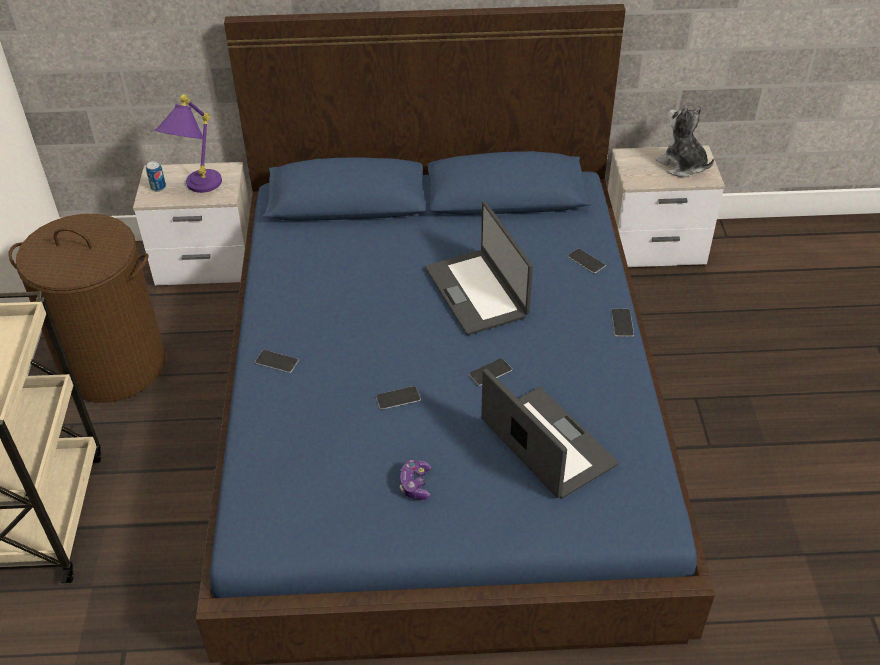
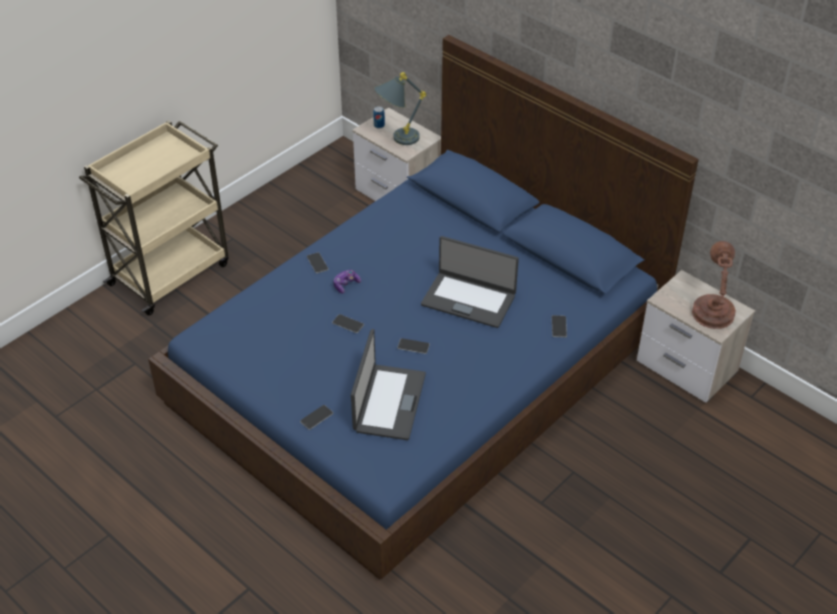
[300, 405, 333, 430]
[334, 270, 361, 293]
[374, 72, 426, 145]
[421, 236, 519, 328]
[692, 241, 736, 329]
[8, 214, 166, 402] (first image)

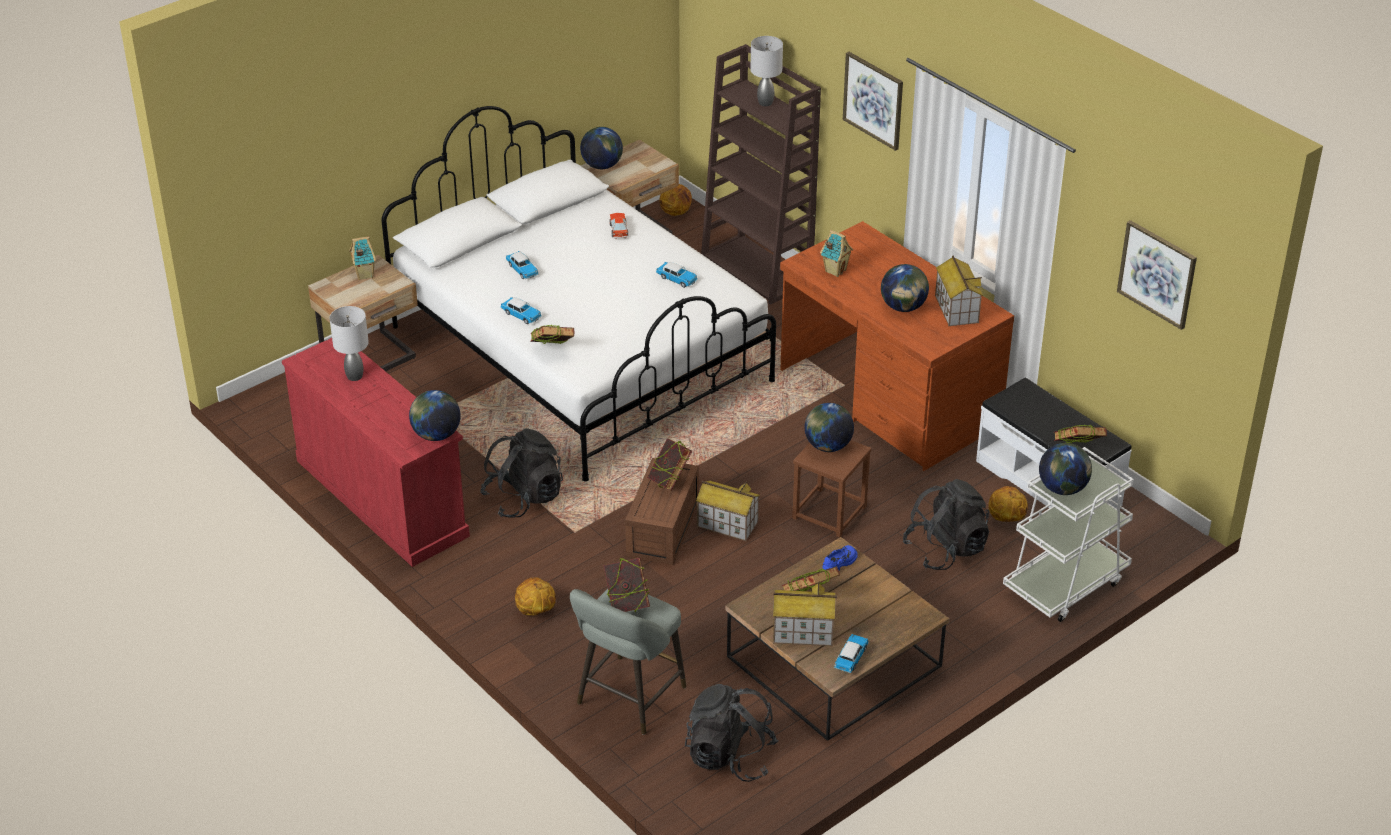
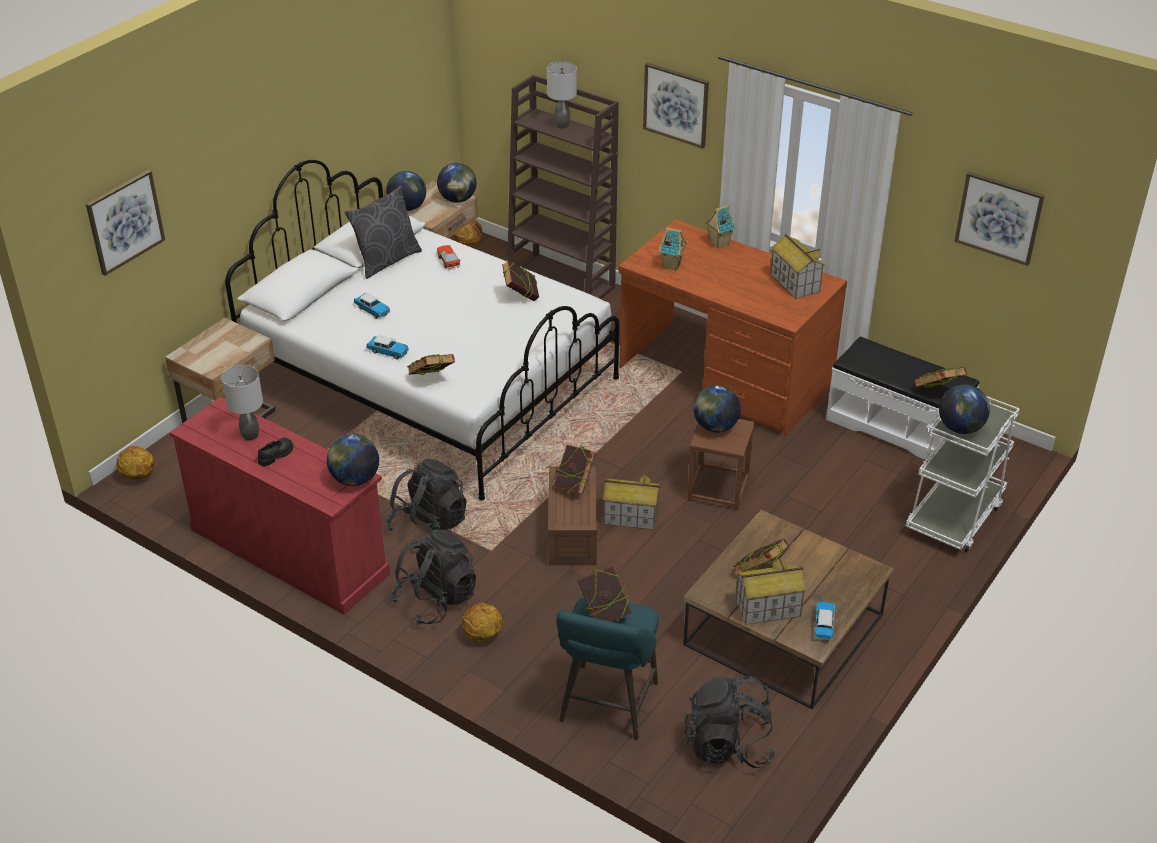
[86, 170, 165, 276]
[116, 446, 154, 480]
[258, 438, 293, 466]
[345, 185, 422, 279]
[392, 529, 476, 624]
[437, 163, 476, 203]
[502, 260, 539, 301]
[556, 595, 659, 740]
[705, 205, 736, 249]
[822, 545, 858, 571] (first image)

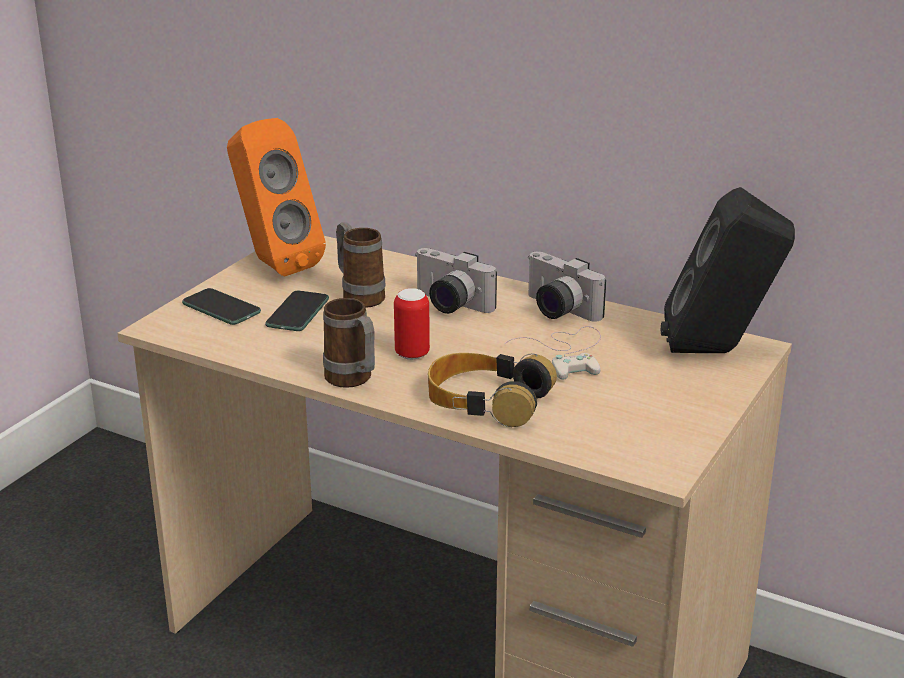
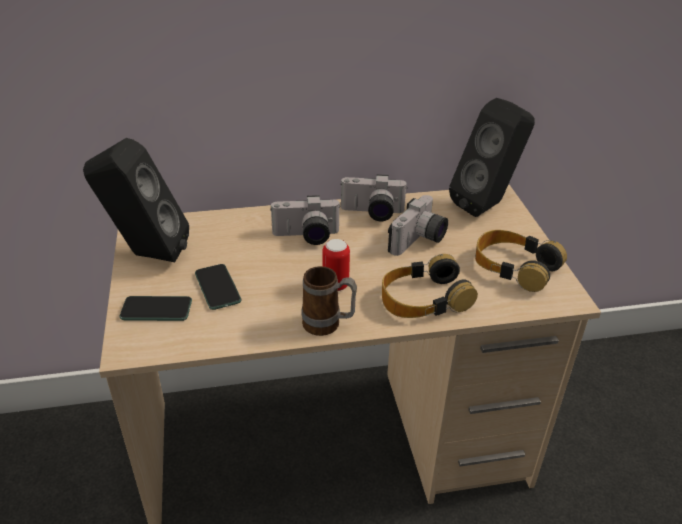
[83, 138, 189, 262]
[388, 195, 448, 256]
[475, 230, 567, 292]
[336, 222, 386, 308] (first image)

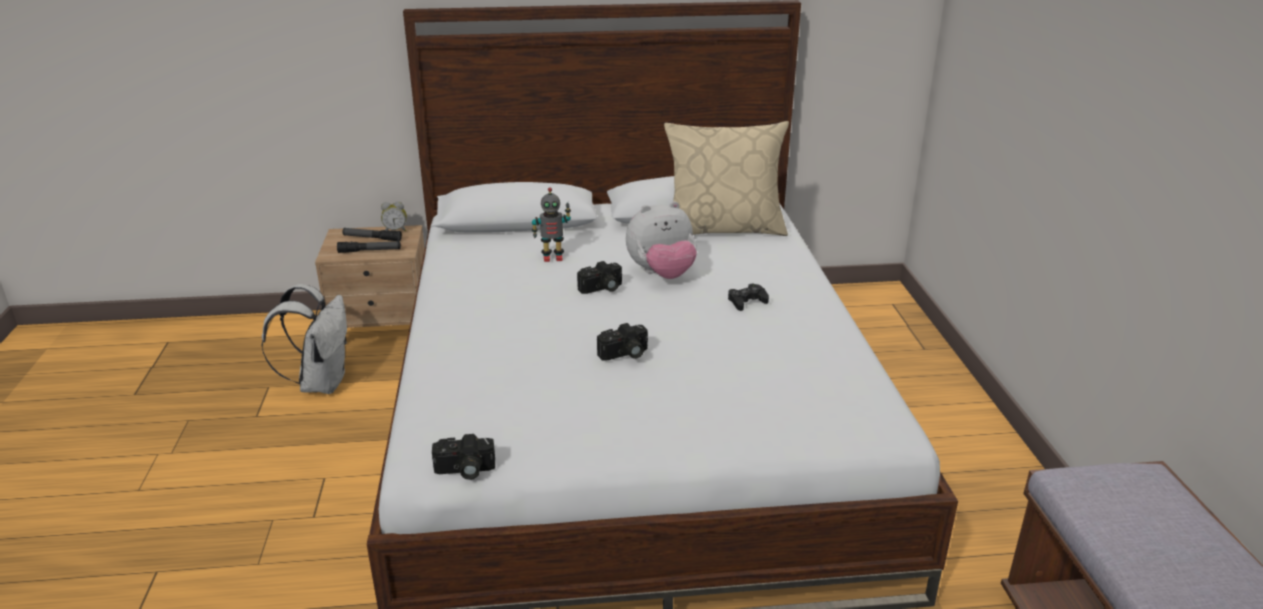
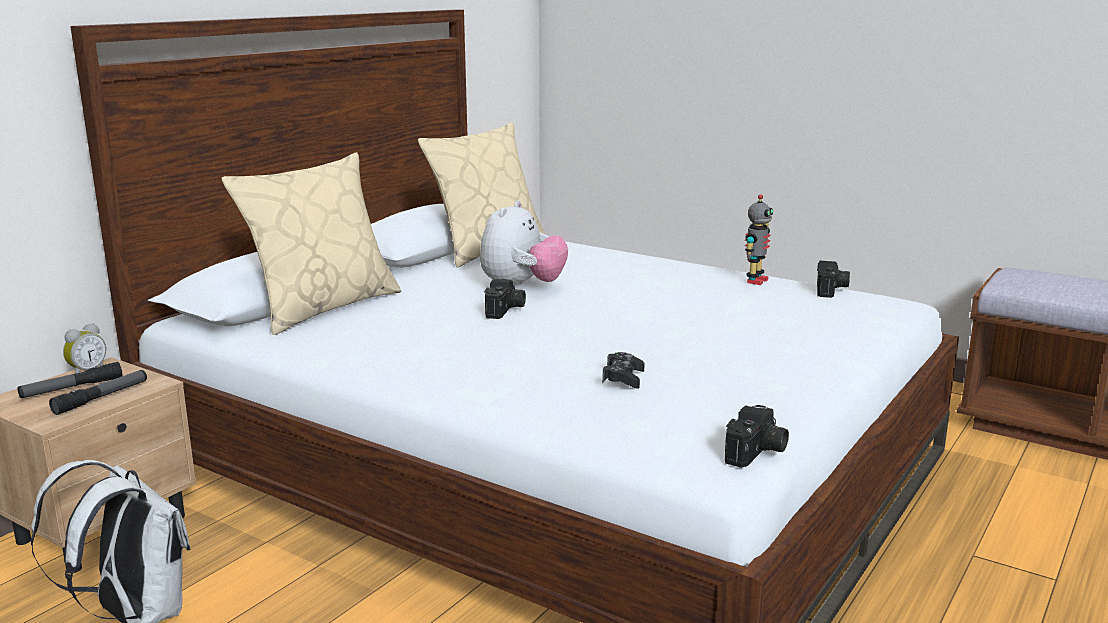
[222, 152, 401, 335]
[602, 352, 645, 389]
[745, 194, 773, 285]
[817, 261, 850, 298]

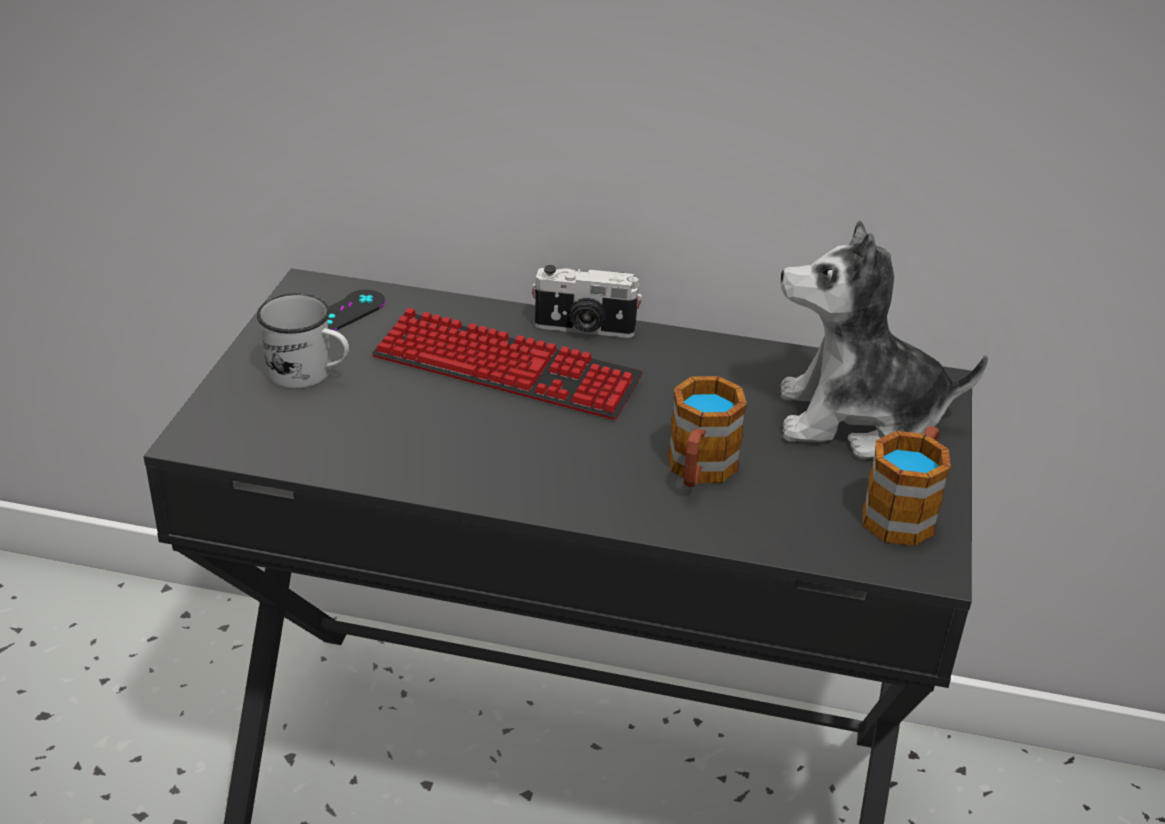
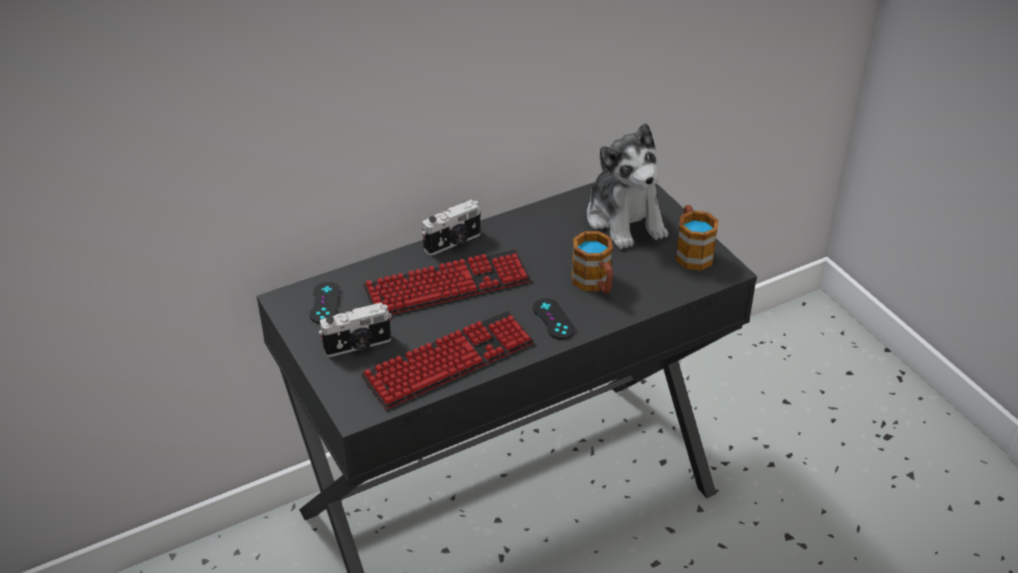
[319, 302, 392, 357]
[361, 311, 534, 409]
[533, 298, 575, 339]
[587, 123, 668, 249]

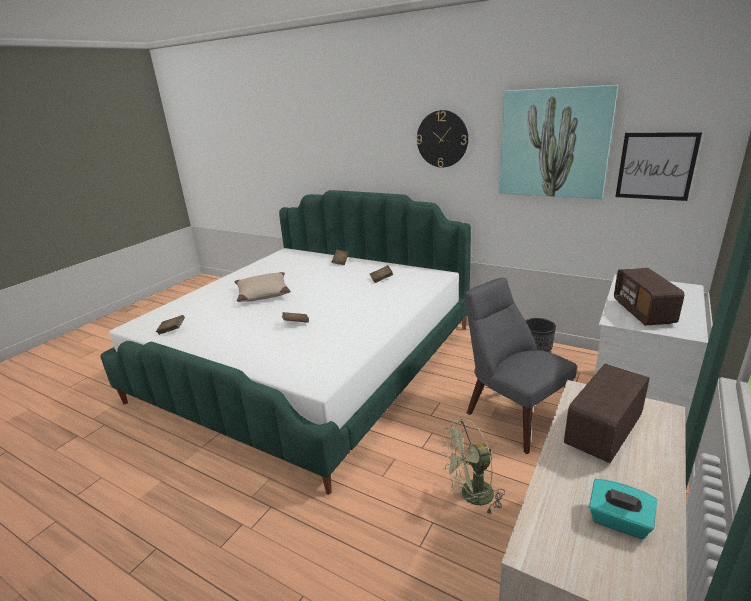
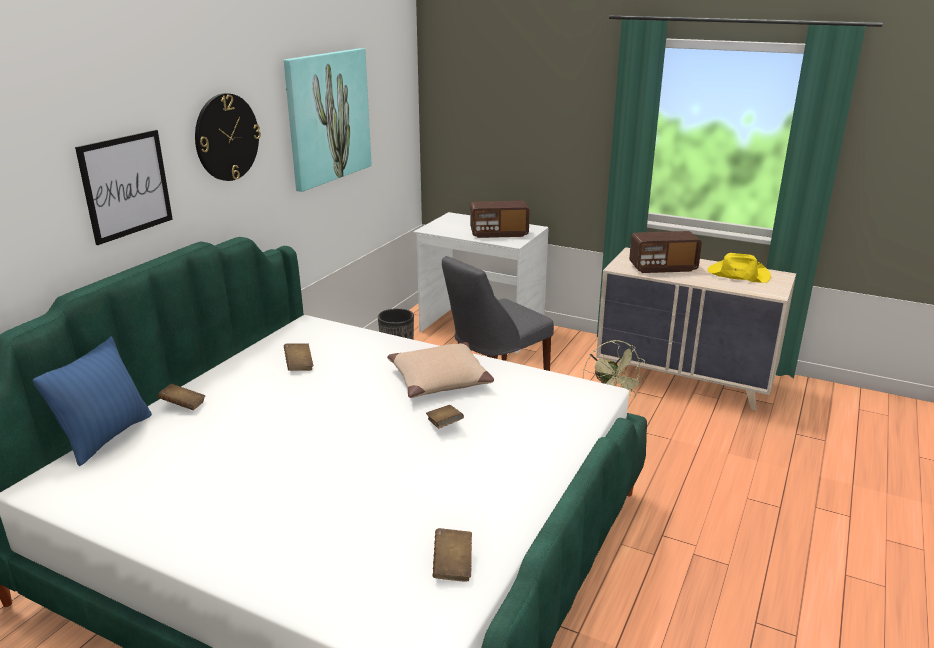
[33, 336, 152, 466]
[75, 130, 173, 245]
[387, 342, 494, 398]
[629, 231, 702, 273]
[708, 253, 771, 283]

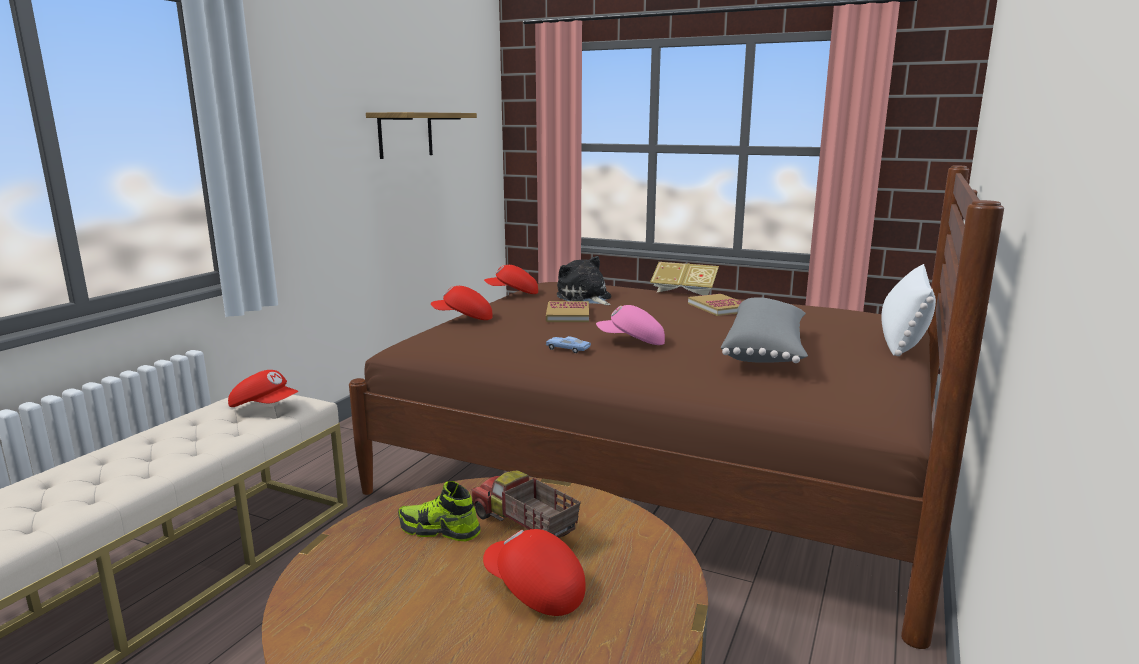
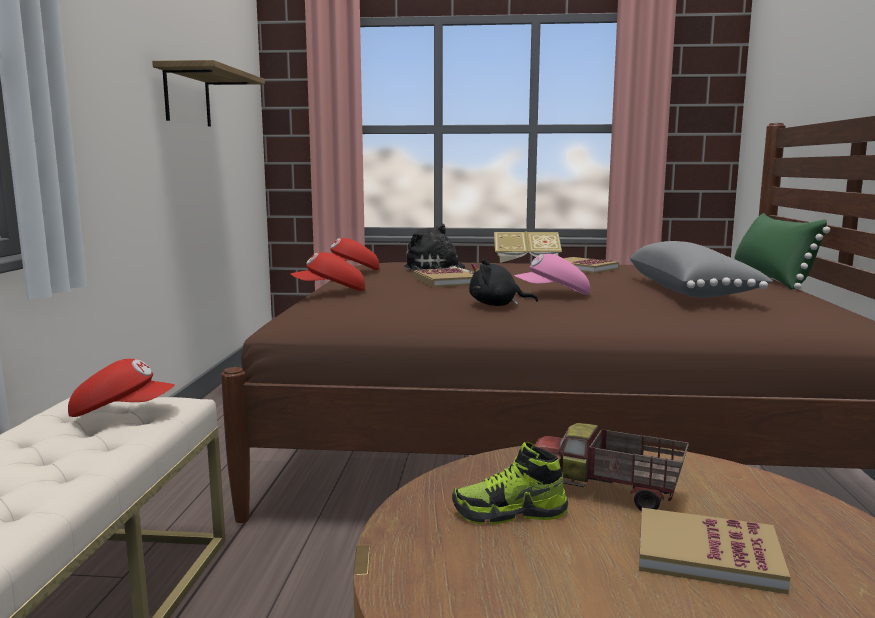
[469, 259, 538, 306]
[639, 508, 790, 594]
[735, 213, 830, 289]

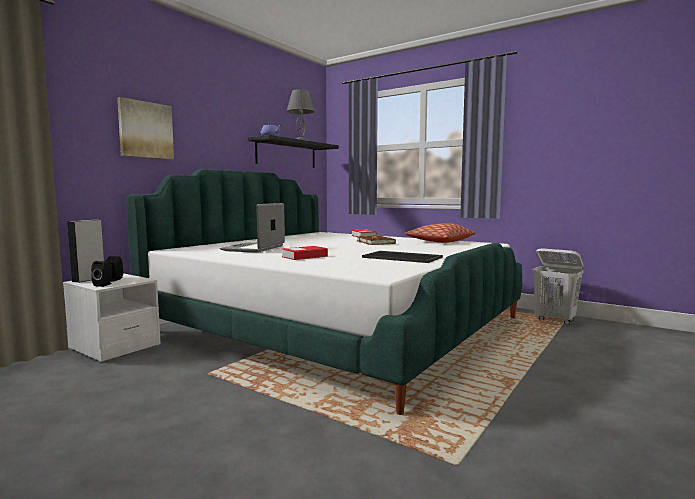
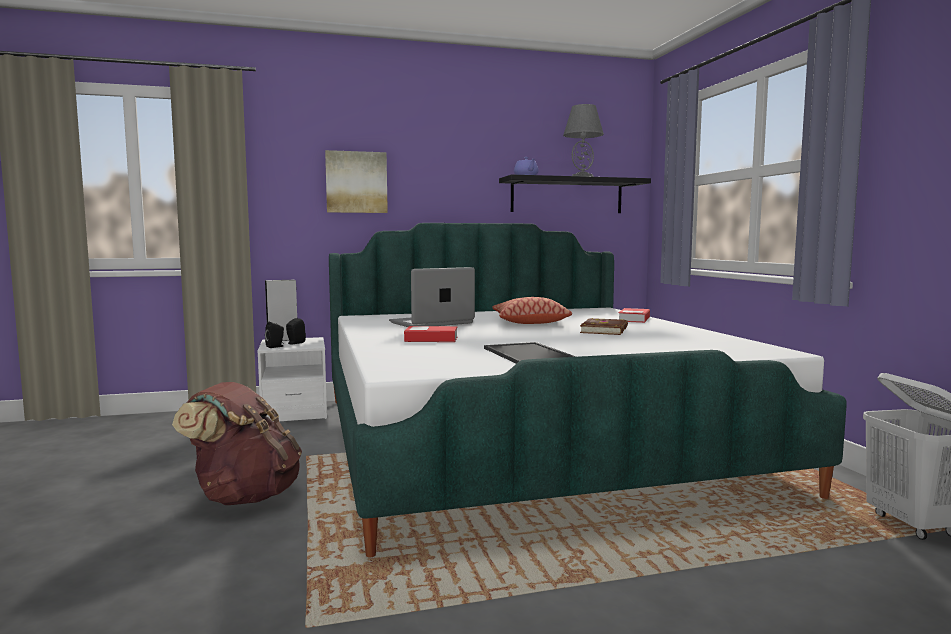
[172, 382, 302, 505]
[493, 297, 572, 324]

